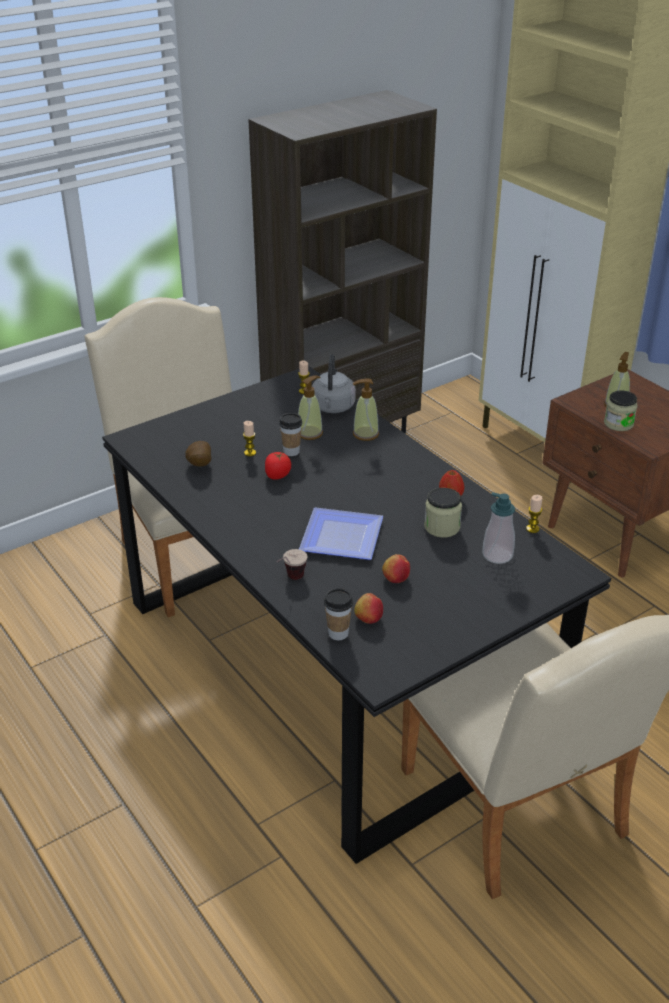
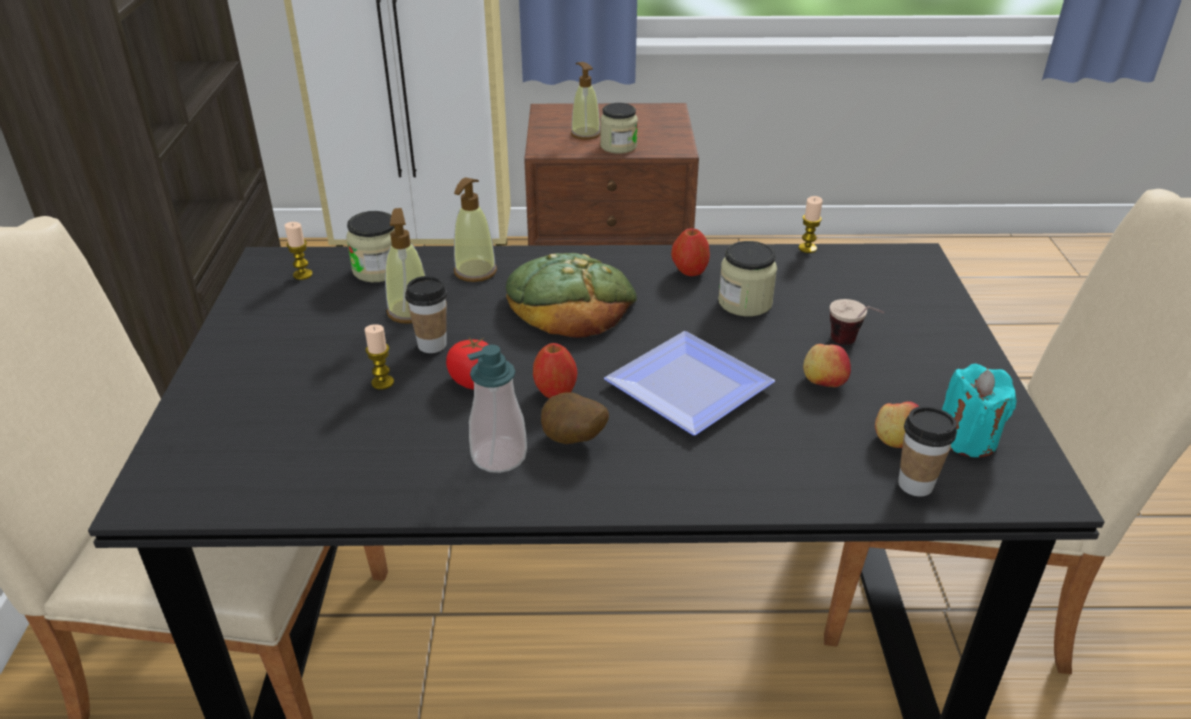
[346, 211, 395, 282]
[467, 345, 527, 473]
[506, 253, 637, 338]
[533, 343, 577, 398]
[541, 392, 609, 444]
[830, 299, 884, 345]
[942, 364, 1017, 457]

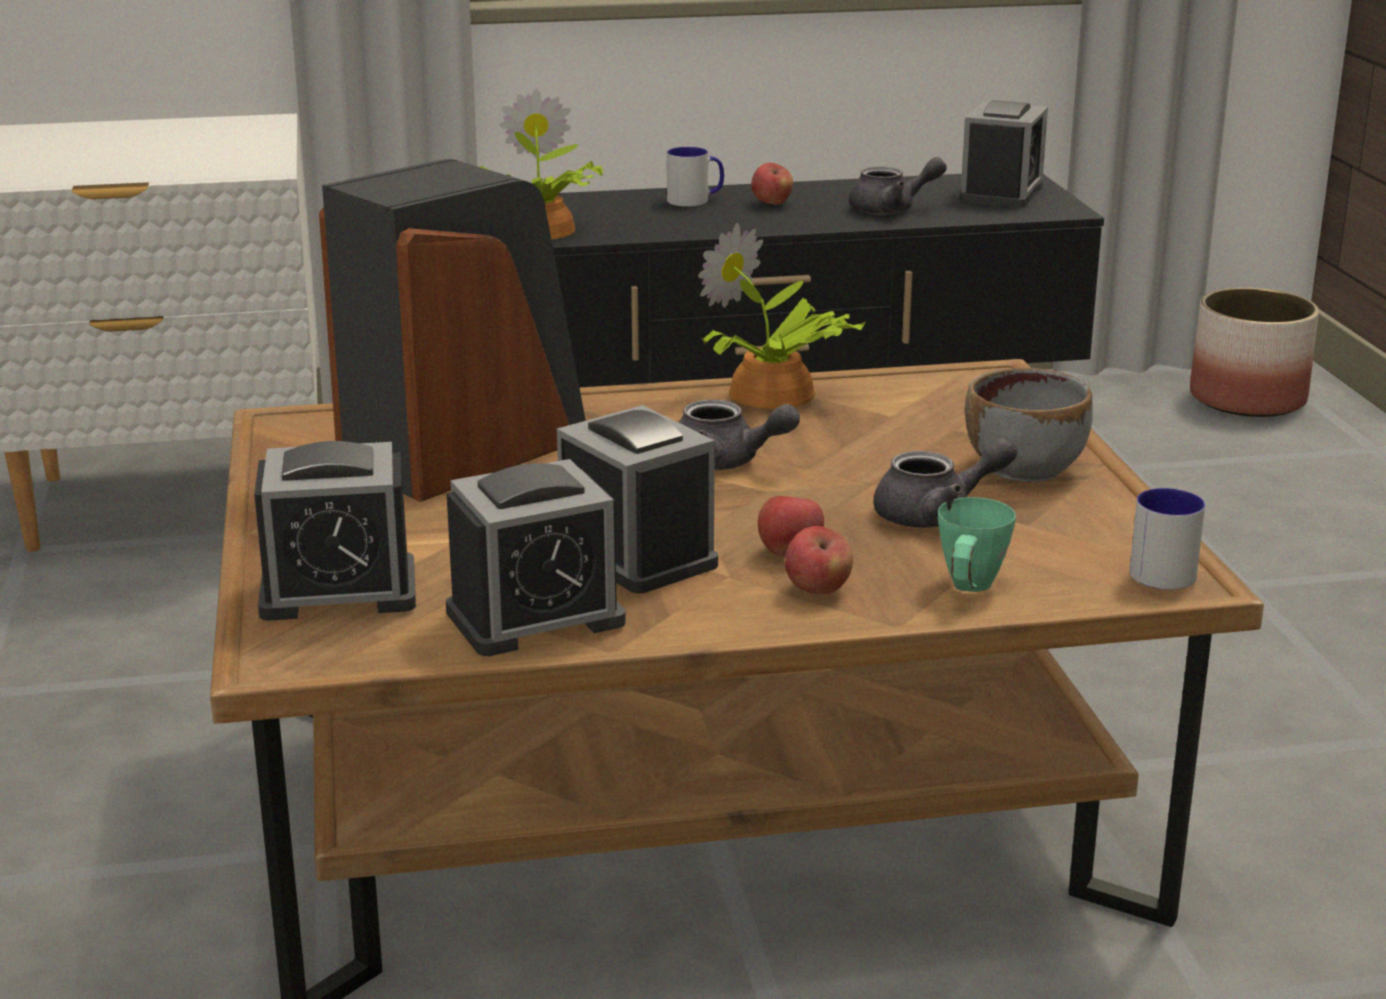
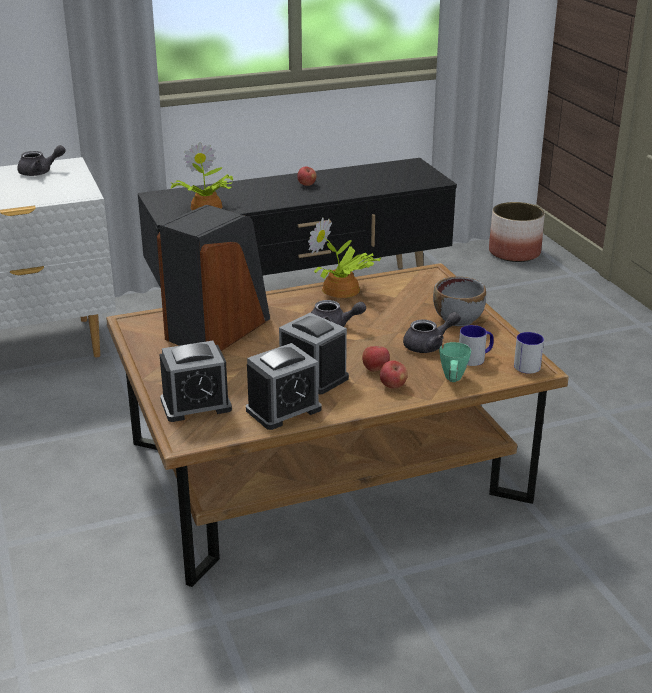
[17, 145, 66, 176]
[459, 325, 494, 366]
[959, 100, 1048, 208] (first image)

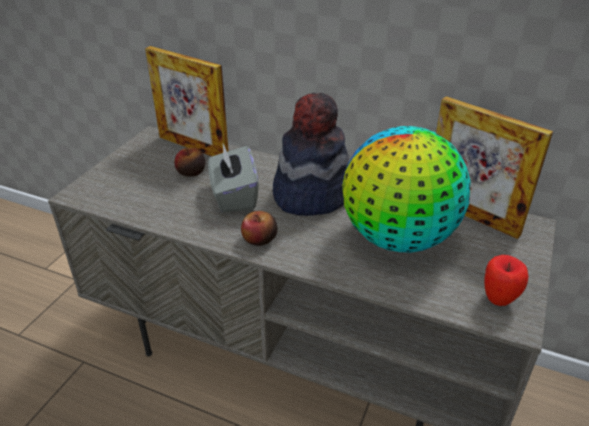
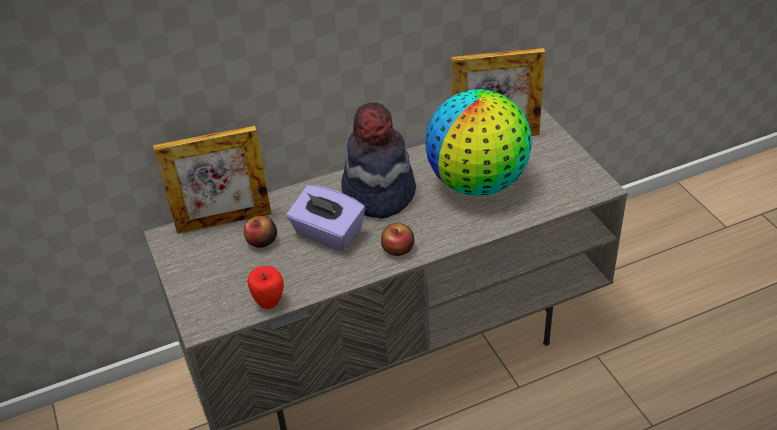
[247, 266, 284, 309]
[287, 185, 365, 251]

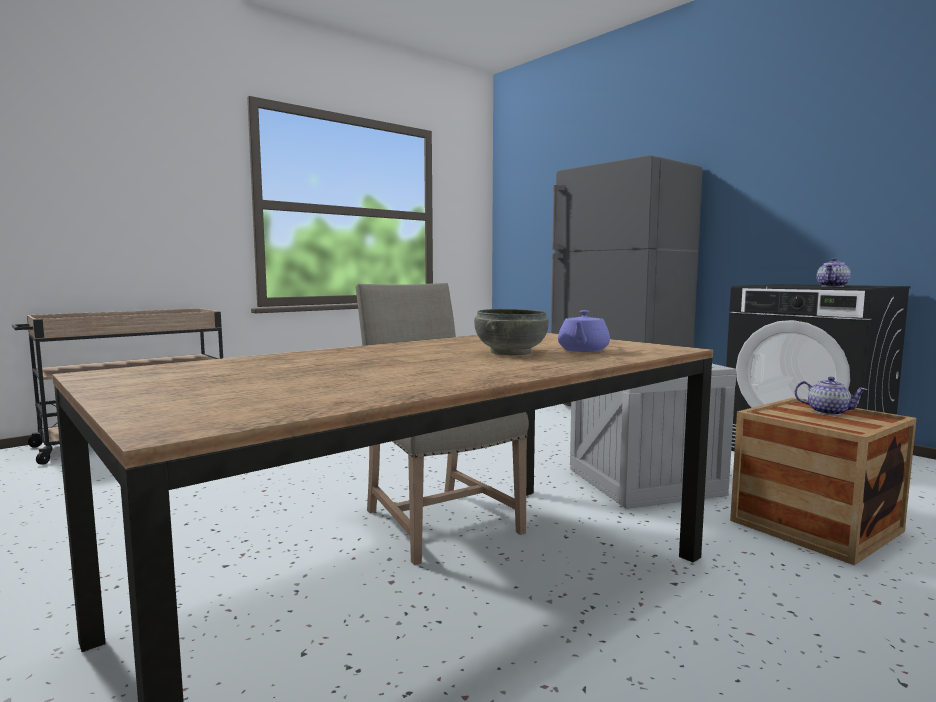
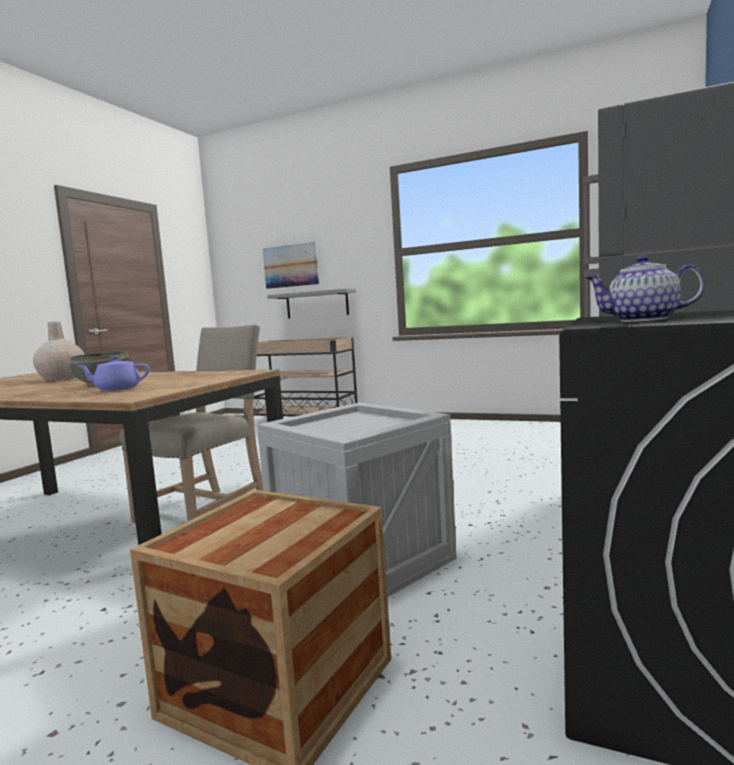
[33, 321, 85, 381]
[263, 242, 319, 289]
[267, 289, 356, 319]
[795, 377, 867, 415] (first image)

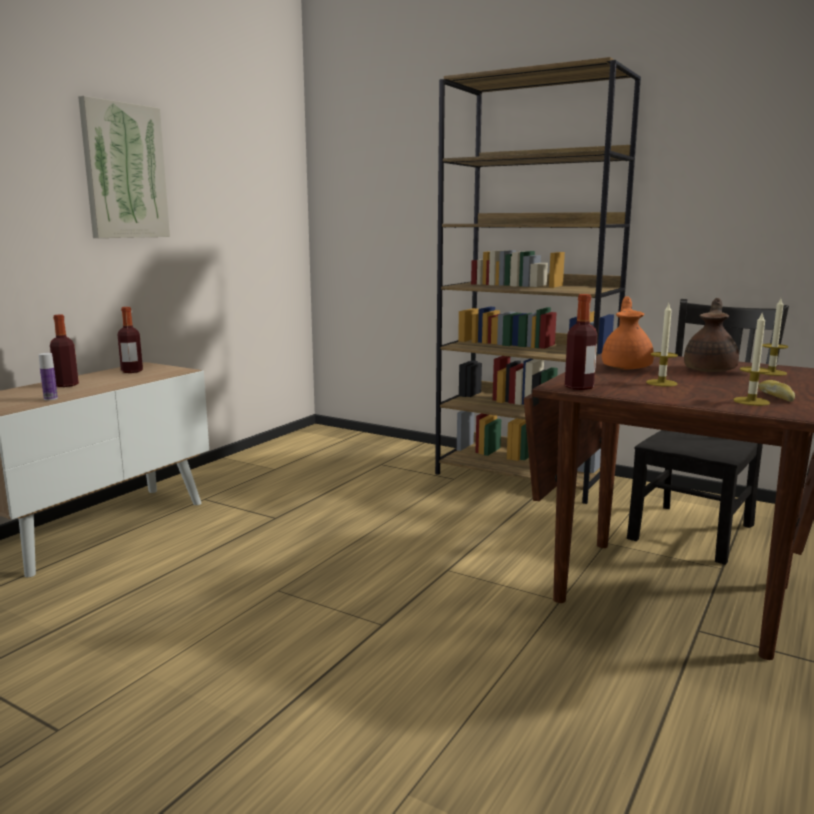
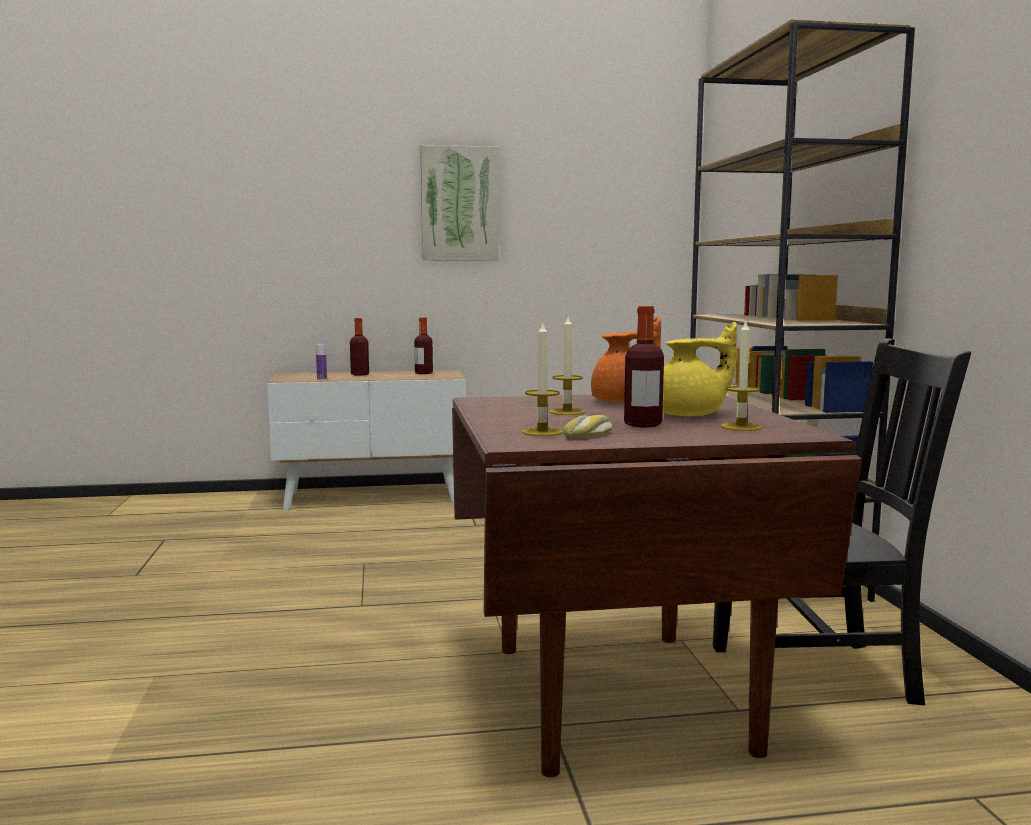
[624, 306, 664, 428]
[663, 322, 737, 416]

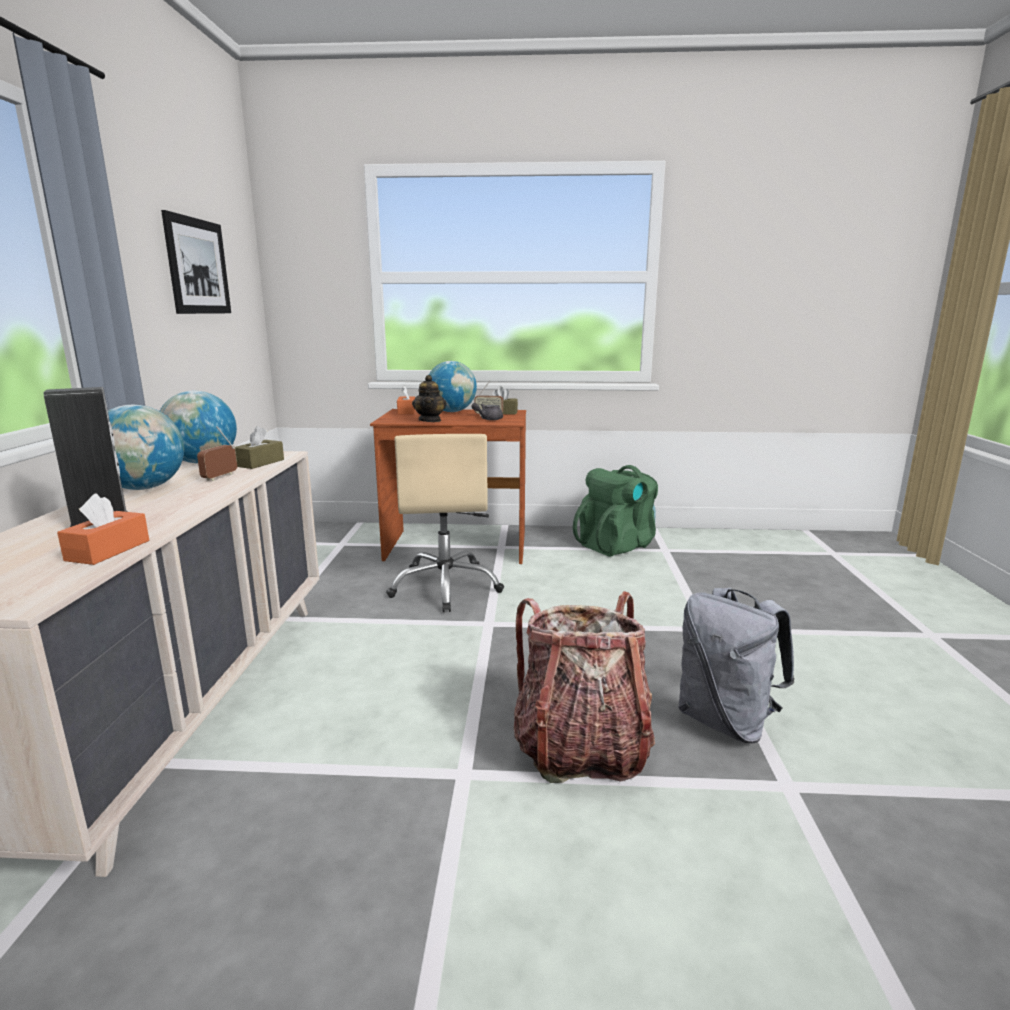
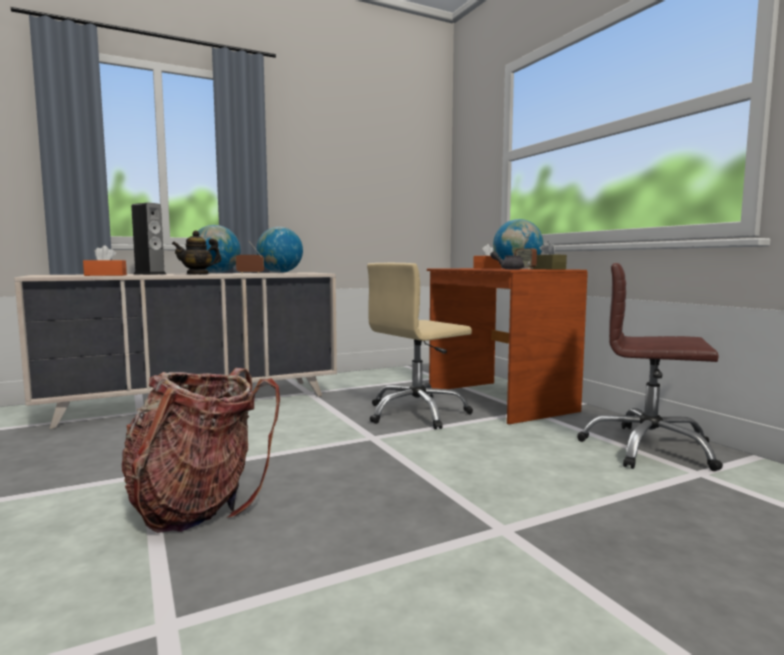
[172, 231, 221, 275]
[577, 263, 723, 471]
[161, 210, 231, 314] (first image)
[235, 426, 284, 469] (first image)
[678, 588, 794, 743] (first image)

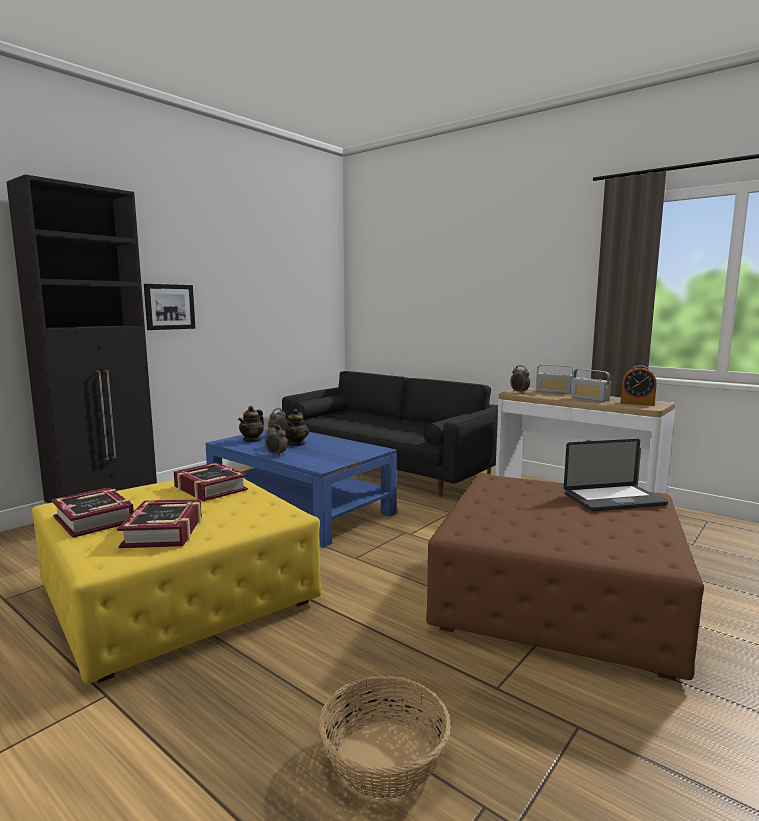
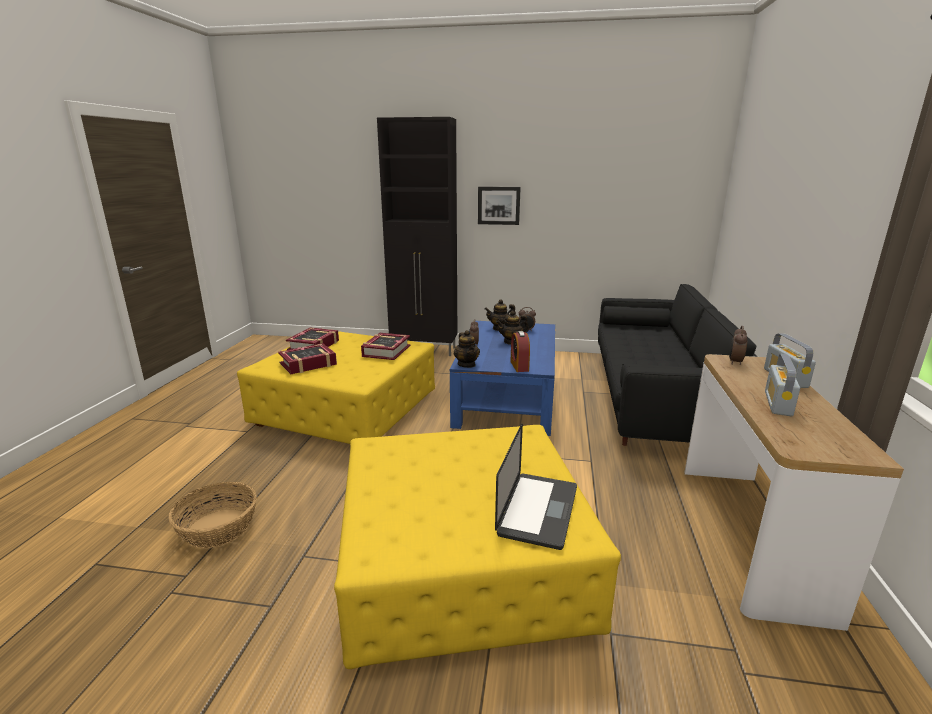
[334, 425, 621, 669]
[454, 330, 480, 368]
[495, 424, 577, 550]
[511, 331, 530, 372]

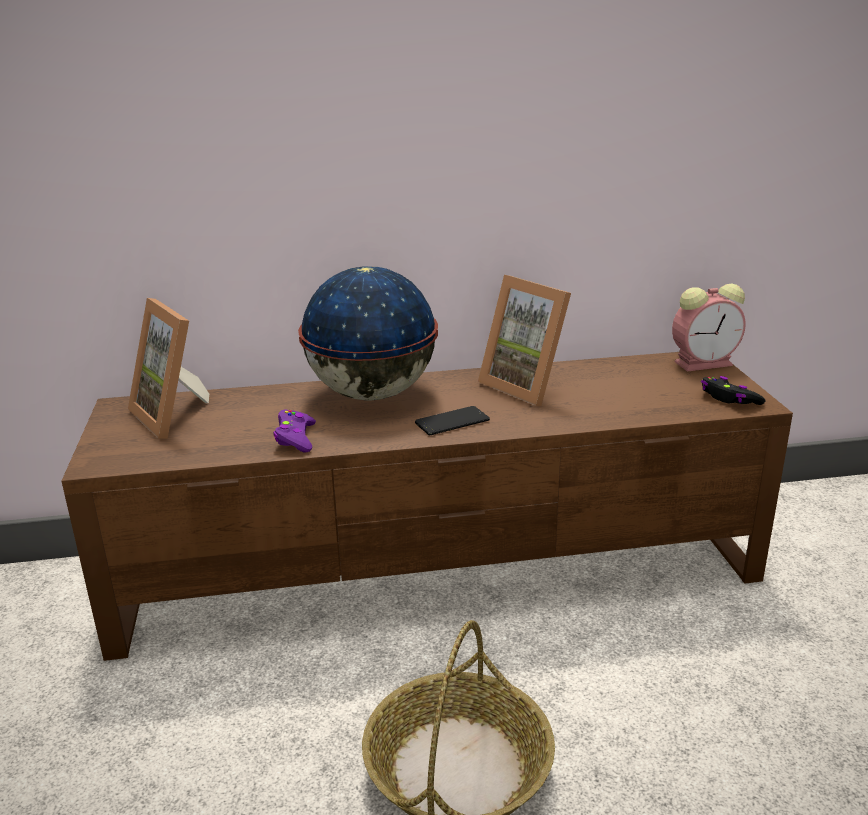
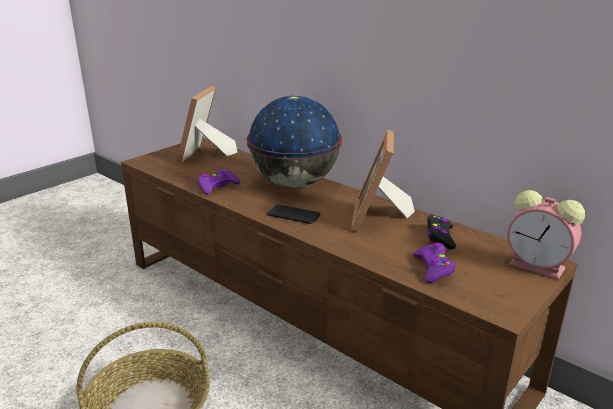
[413, 243, 455, 283]
[427, 214, 456, 249]

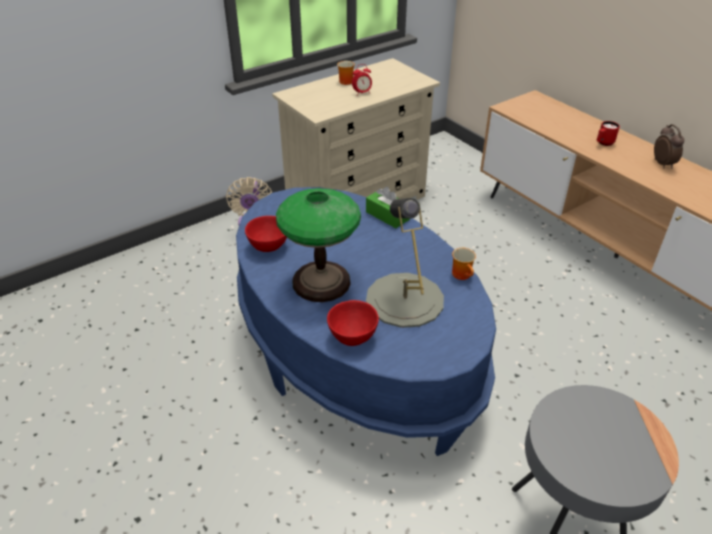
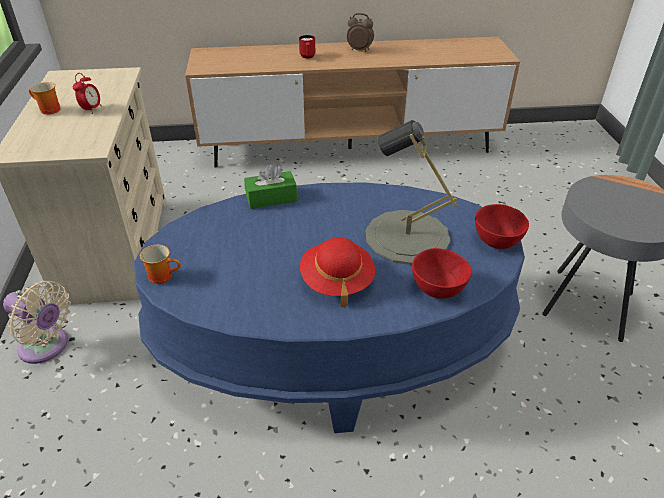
[140, 245, 181, 284]
[300, 237, 375, 308]
[475, 204, 529, 249]

